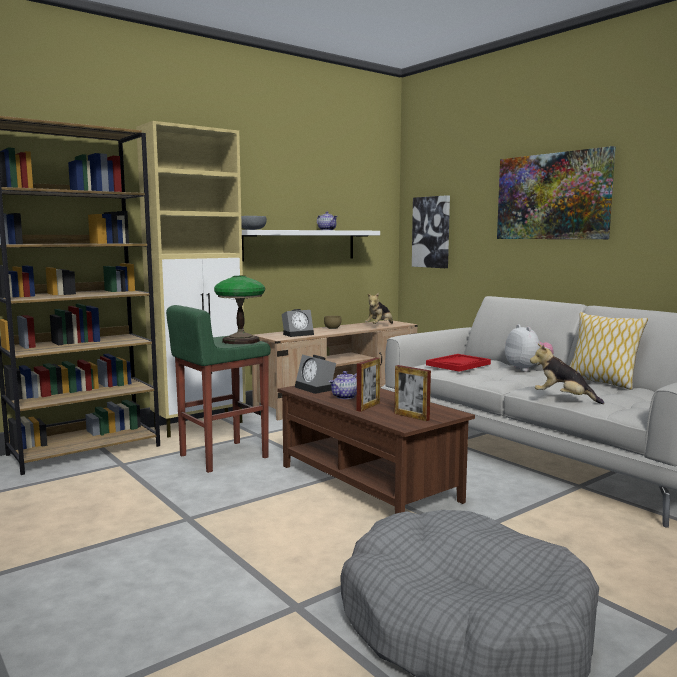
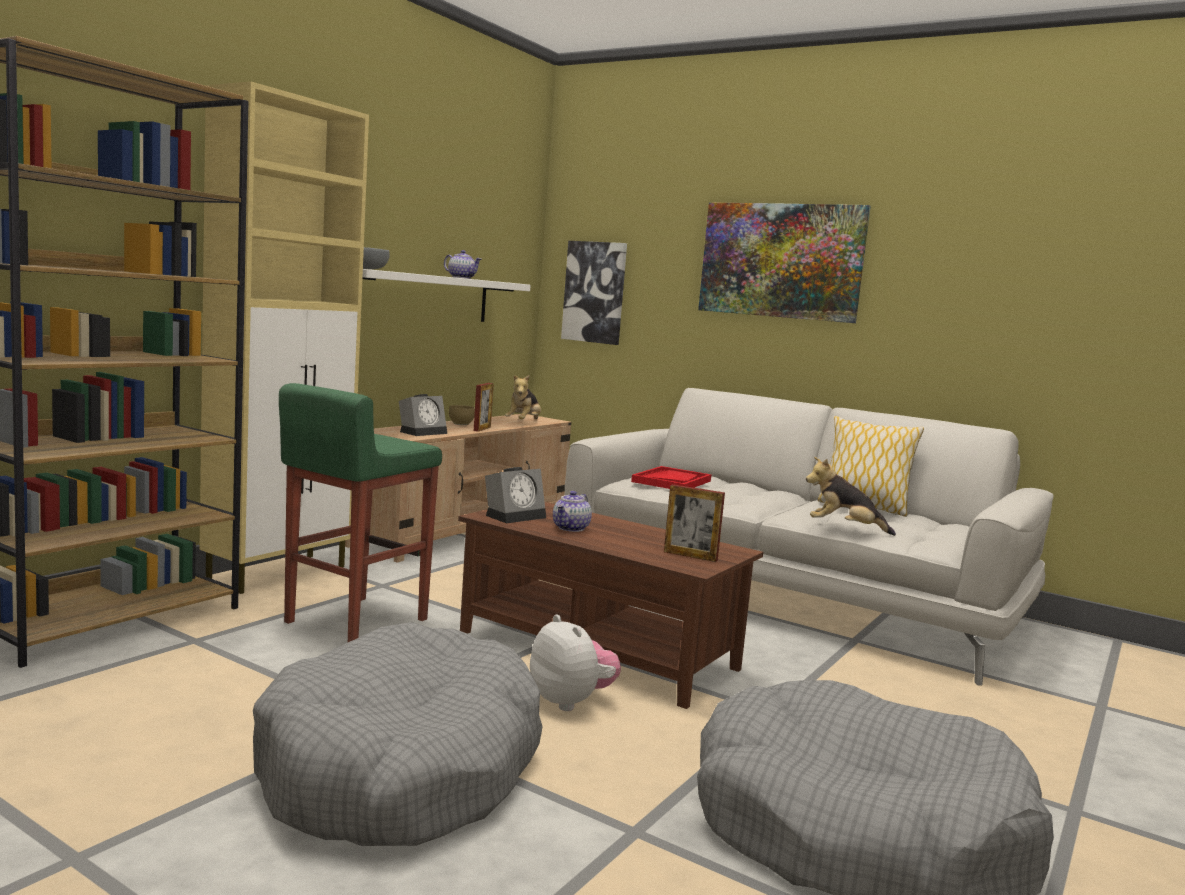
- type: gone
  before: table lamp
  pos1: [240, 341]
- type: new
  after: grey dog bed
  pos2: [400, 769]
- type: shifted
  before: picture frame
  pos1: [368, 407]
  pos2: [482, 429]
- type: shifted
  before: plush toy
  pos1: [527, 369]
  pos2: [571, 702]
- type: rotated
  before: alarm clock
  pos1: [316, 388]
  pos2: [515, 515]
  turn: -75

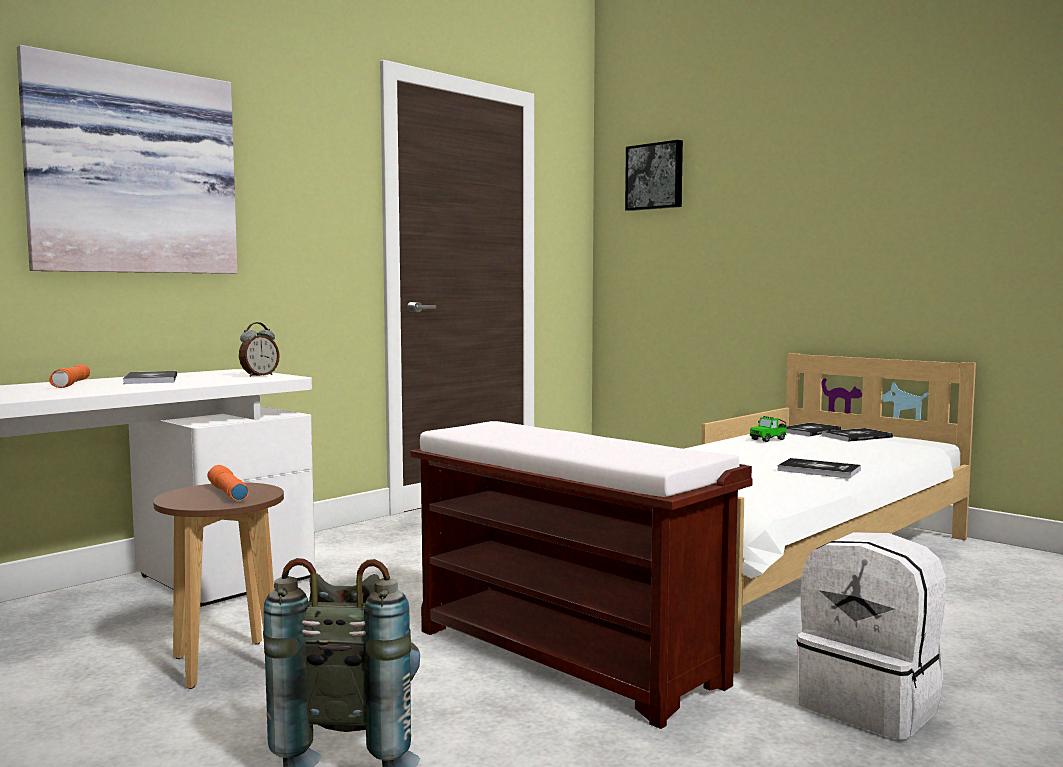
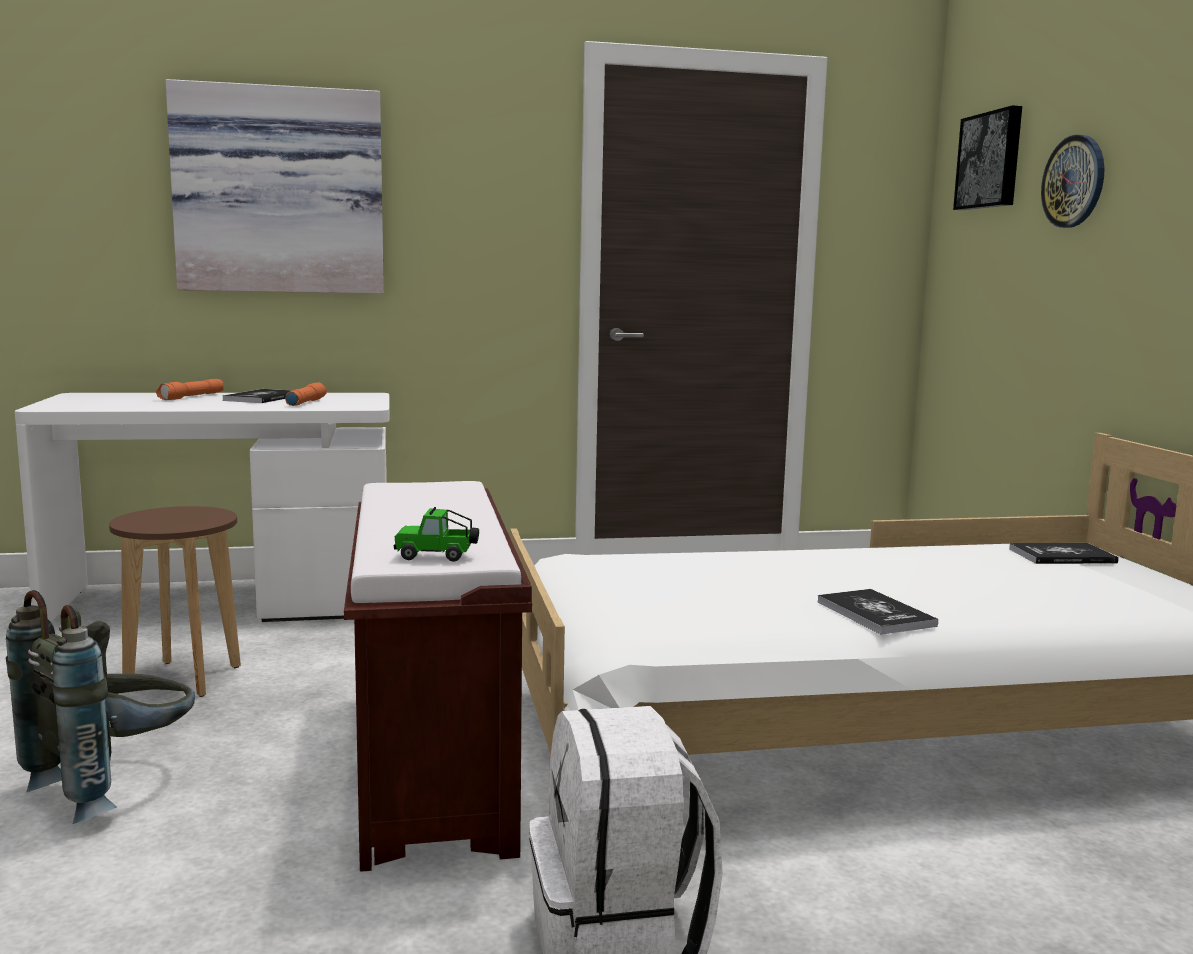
- type: gone
  before: alarm clock
  pos1: [259, 375]
- type: gone
  before: book
  pos1: [856, 436]
- type: new
  after: wall clock
  pos2: [1074, 181]
- type: shifted
  before: orange flashlight
  pos1: [227, 493]
  pos2: [305, 402]
- type: shifted
  before: toy car
  pos1: [769, 439]
  pos2: [438, 556]

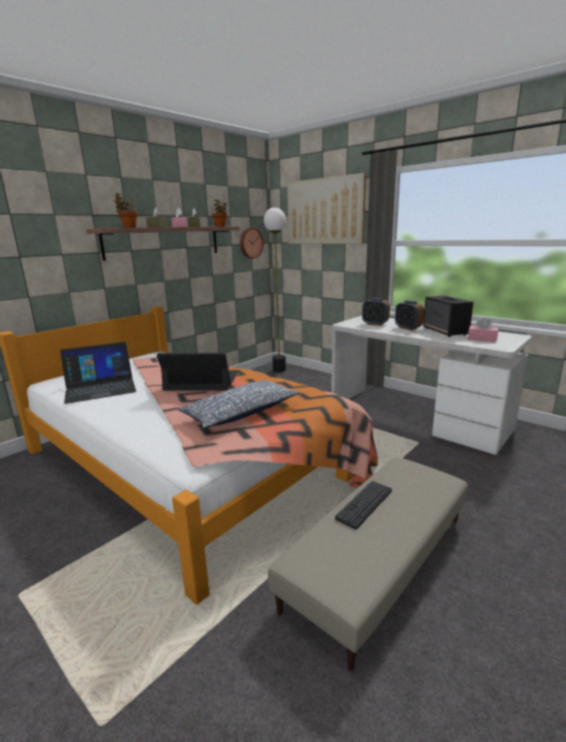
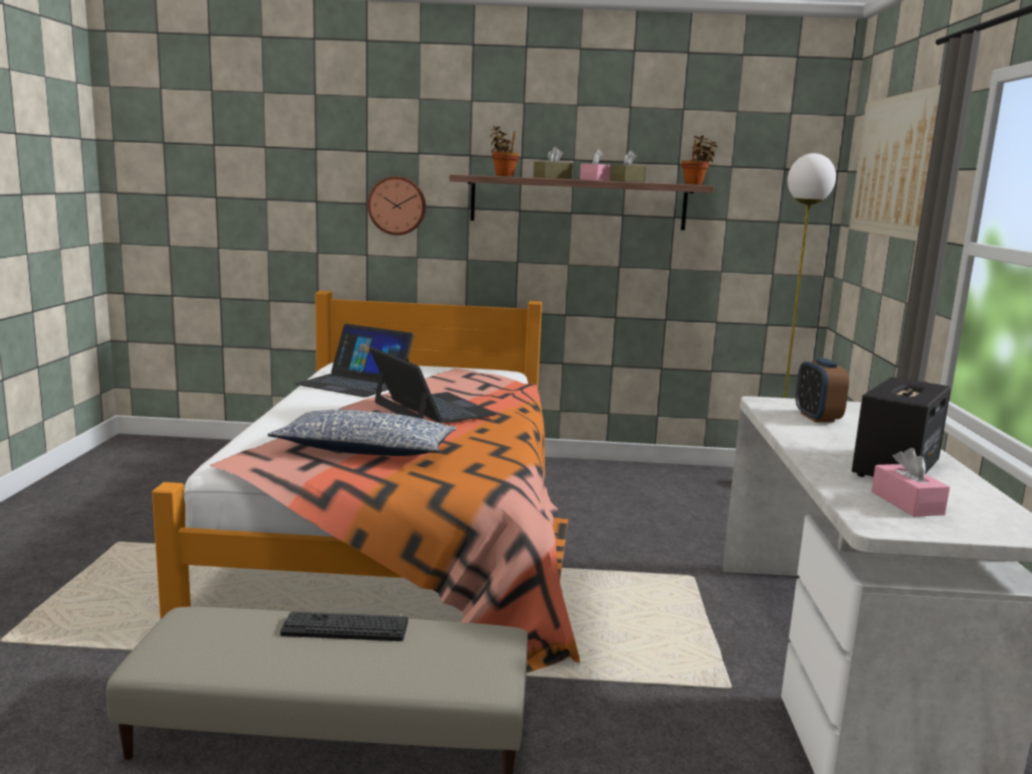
- type: gone
  before: alarm clock
  pos1: [408, 328]
- type: shifted
  before: wall clock
  pos1: [250, 243]
  pos2: [397, 205]

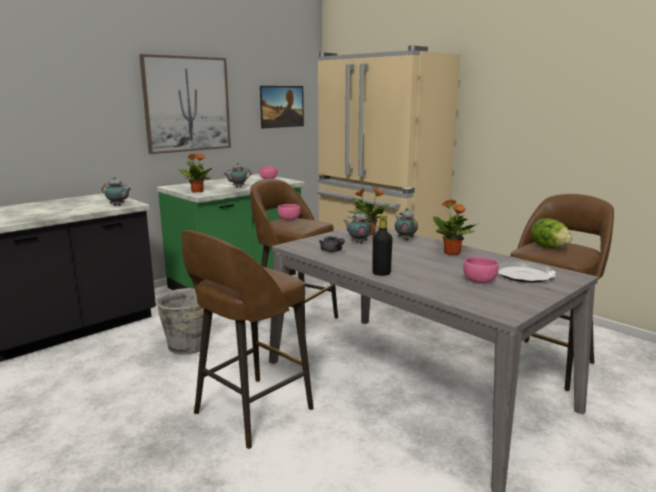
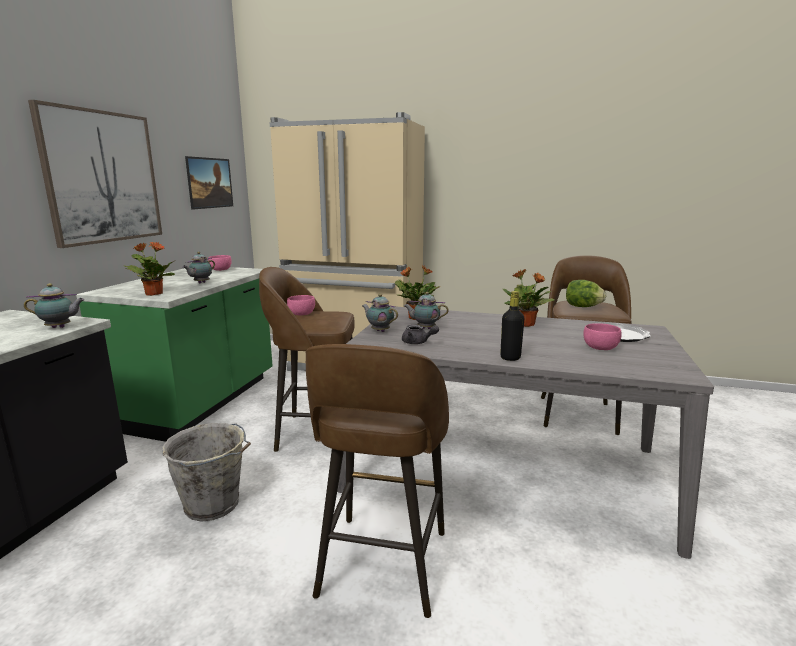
- type: shifted
  before: teapot
  pos1: [405, 239]
  pos2: [379, 331]

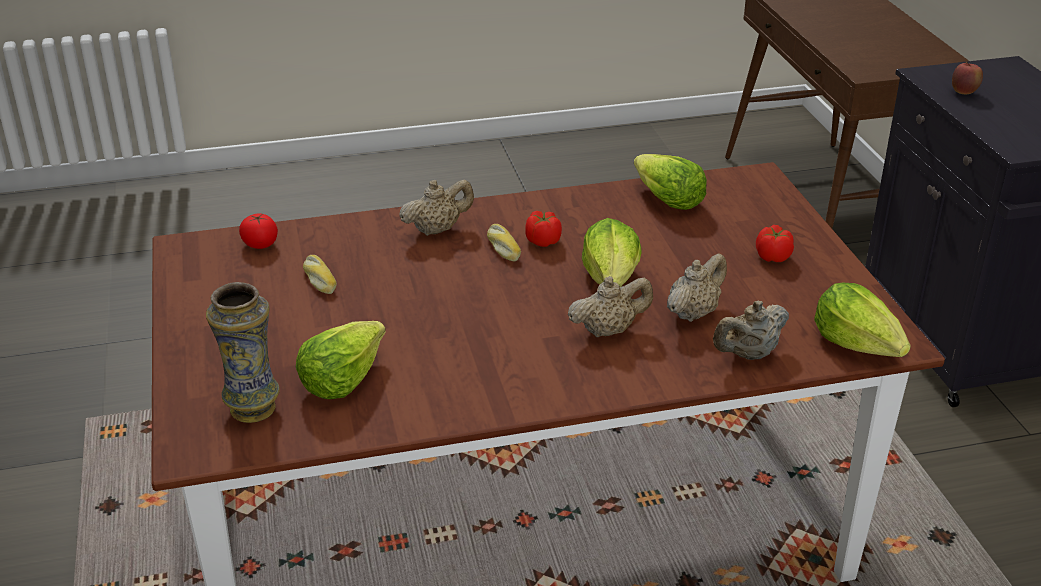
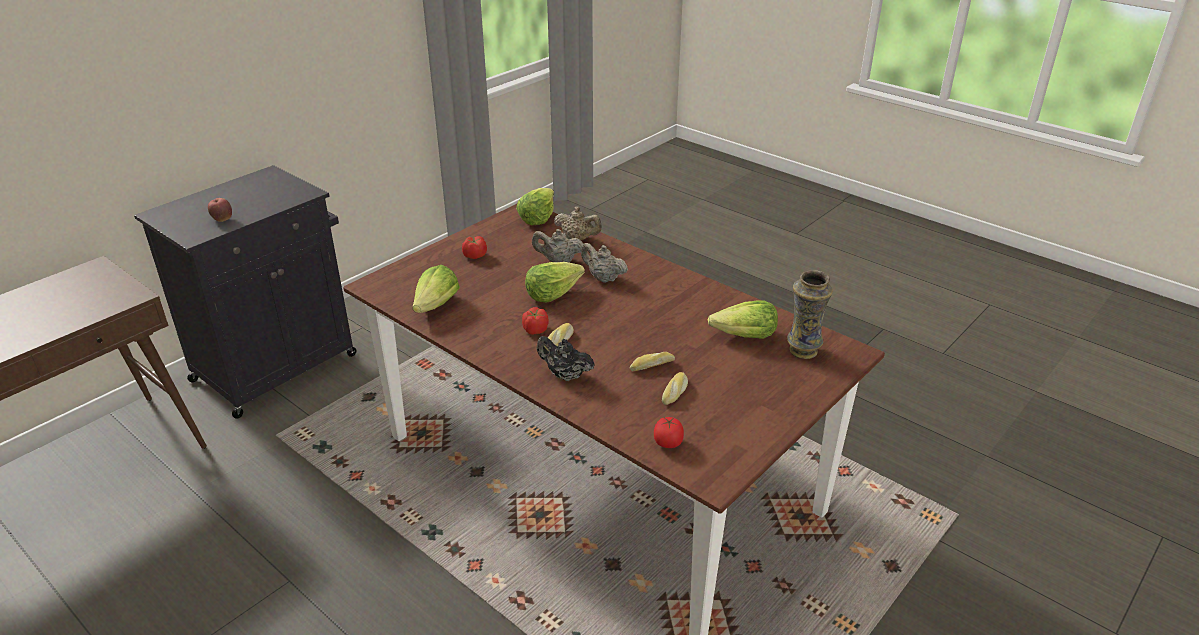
- type: new
  after: bread
  pos2: [651, 365]
- type: repainted
  before: beige teapot
  after: black teapot
  pos1: [437, 229]
  pos2: [565, 375]

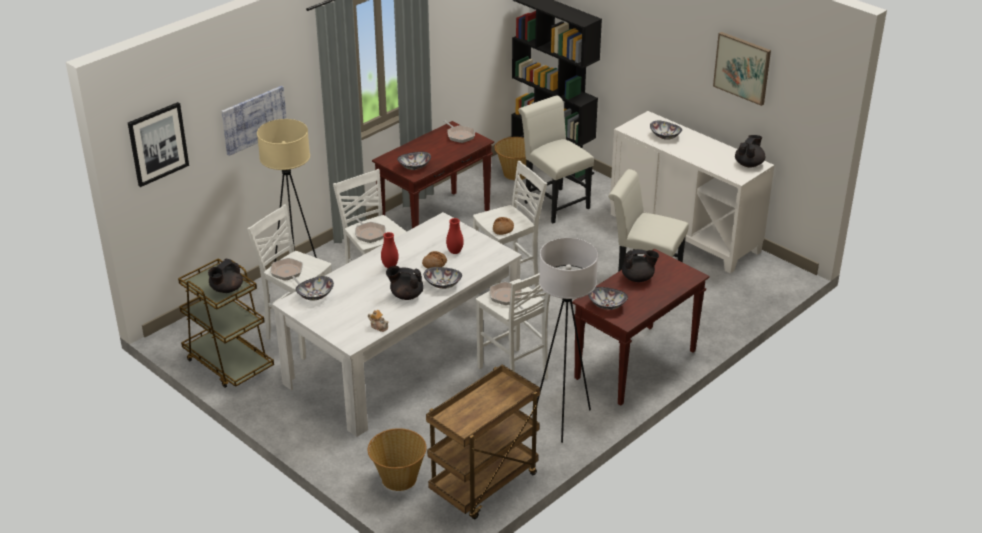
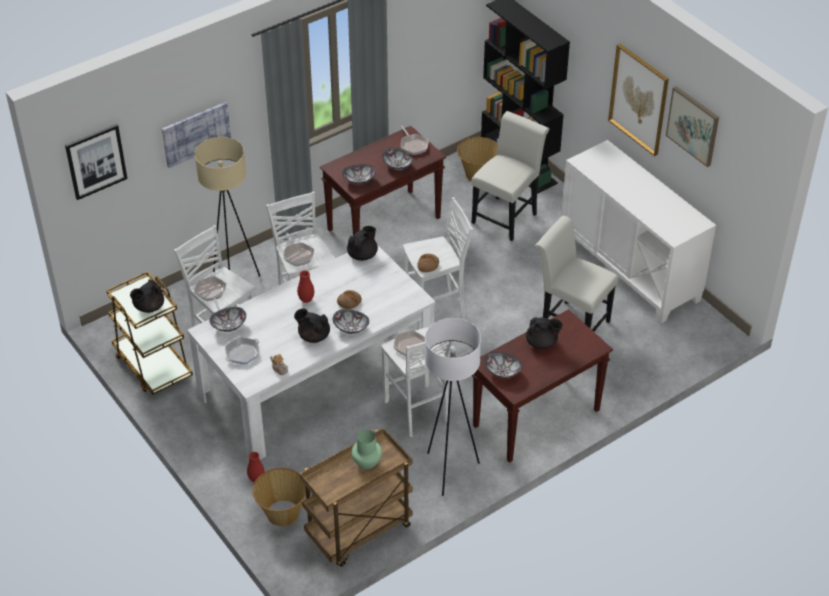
- type: new
  after: frying pan
  pos2: [242, 353]
- type: new
  after: green vase
  pos2: [367, 462]
- type: new
  after: picture
  pos2: [639, 99]
- type: shifted
  before: red vase
  pos1: [455, 252]
  pos2: [256, 479]
- type: shifted
  before: bowl
  pos1: [665, 136]
  pos2: [398, 165]
- type: shifted
  before: black teapot
  pos1: [749, 164]
  pos2: [363, 255]
- type: rotated
  before: white chair
  pos1: [553, 203]
  pos2: [507, 216]
  turn: 60

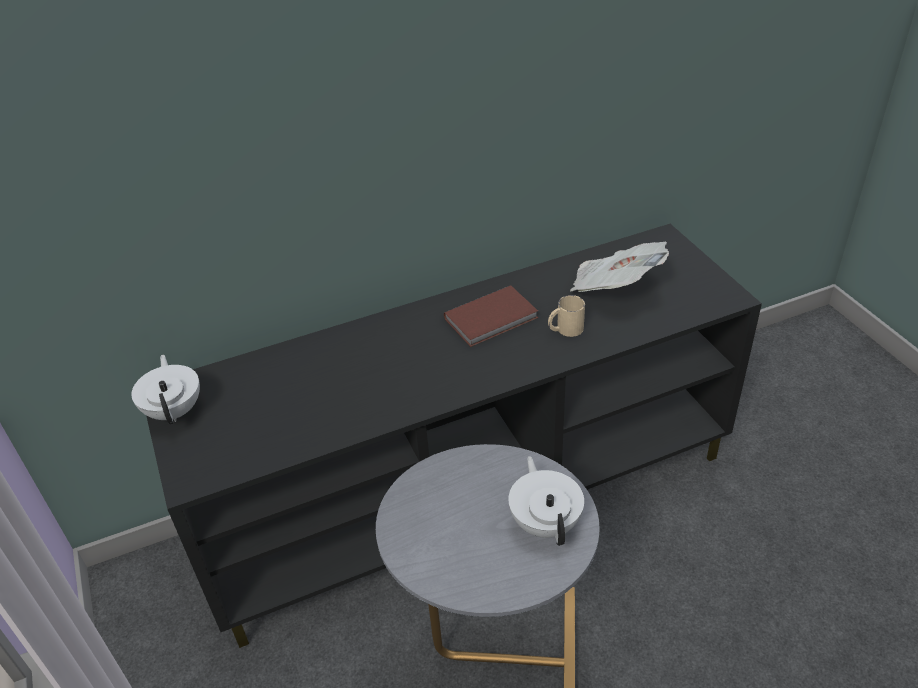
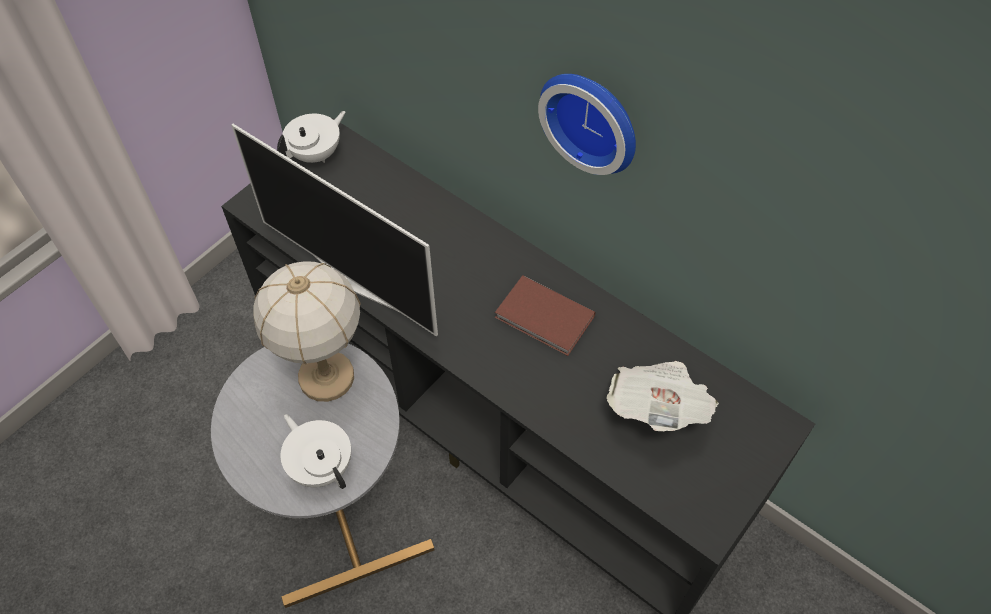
- type: gone
  before: beige mug
  pos1: [565, 329]
- type: new
  after: television
  pos2: [356, 281]
- type: new
  after: table lamp
  pos2: [327, 377]
- type: new
  after: wall clock
  pos2: [593, 119]
- type: rotated
  before: white teapot
  pos1: [546, 522]
  pos2: [321, 465]
  turn: -90

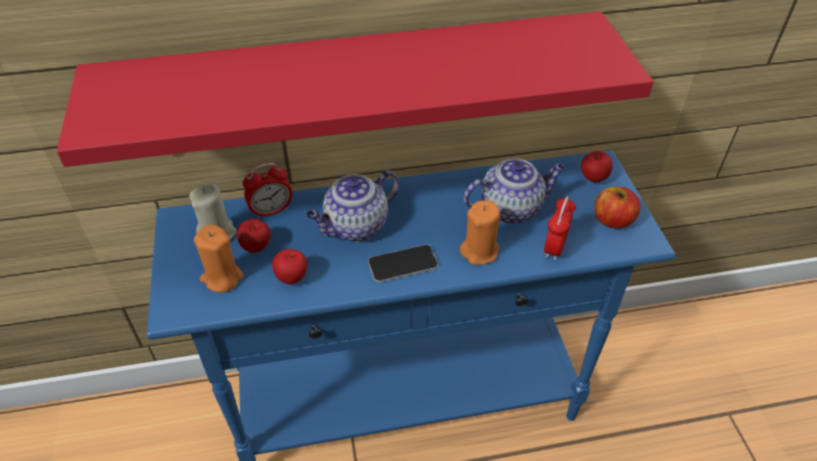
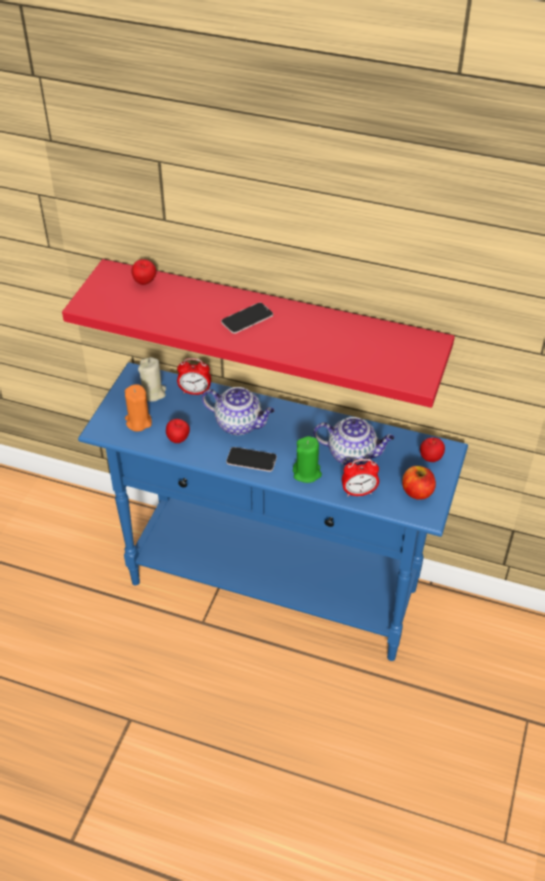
- type: new
  after: phone
  pos2: [247, 319]
- type: shifted
  before: apple
  pos1: [257, 248]
  pos2: [145, 283]
- type: repainted
  before: orange candle
  after: green candle
  pos1: [479, 251]
  pos2: [307, 473]
- type: rotated
  before: teapot
  pos1: [355, 227]
  pos2: [239, 424]
  turn: -150
- type: rotated
  before: alarm clock
  pos1: [554, 248]
  pos2: [359, 492]
  turn: -150

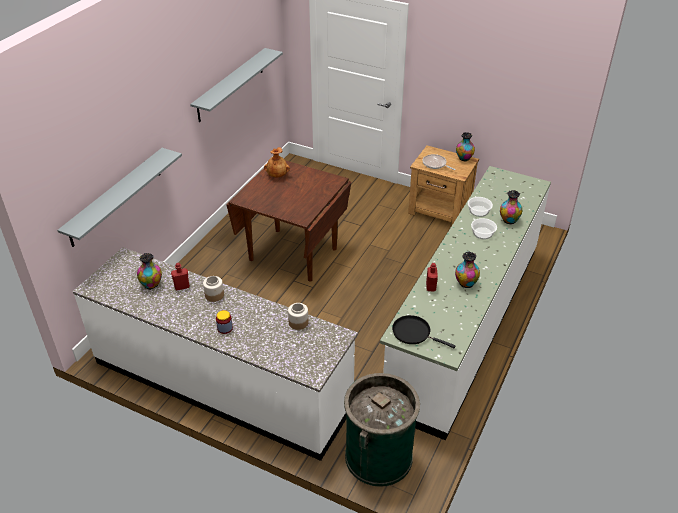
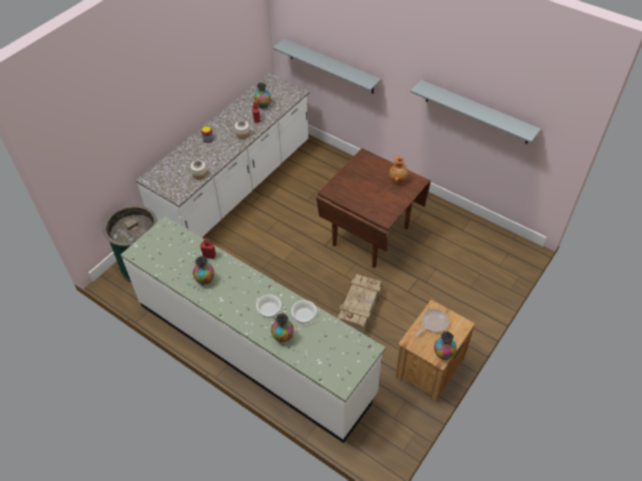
- type: gone
  before: black frying pan
  pos1: [414, 333]
- type: new
  after: crate
  pos2: [359, 308]

